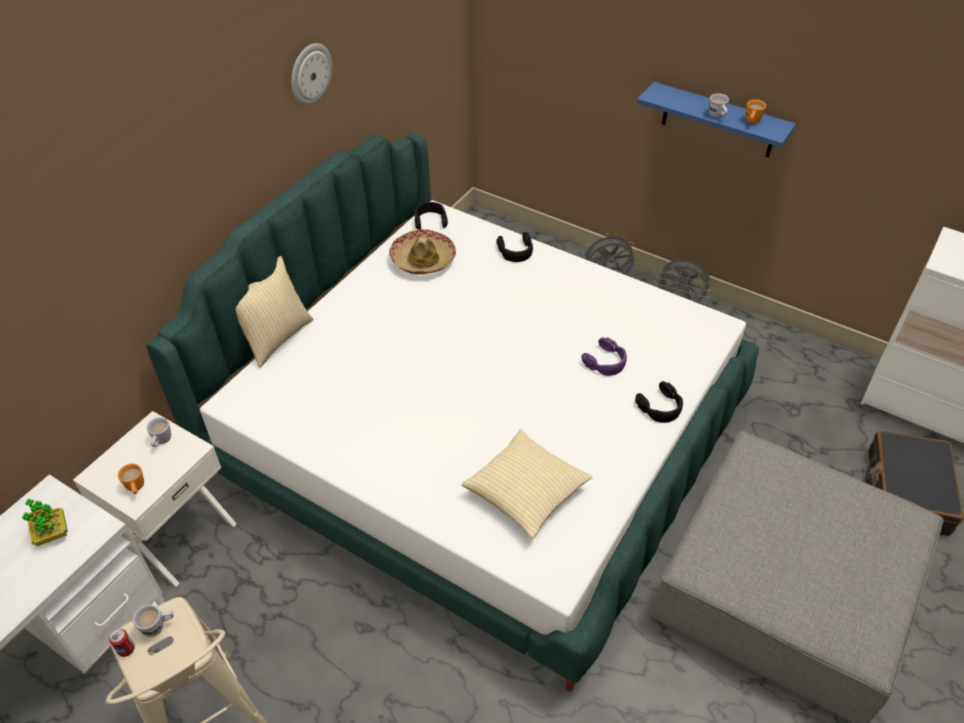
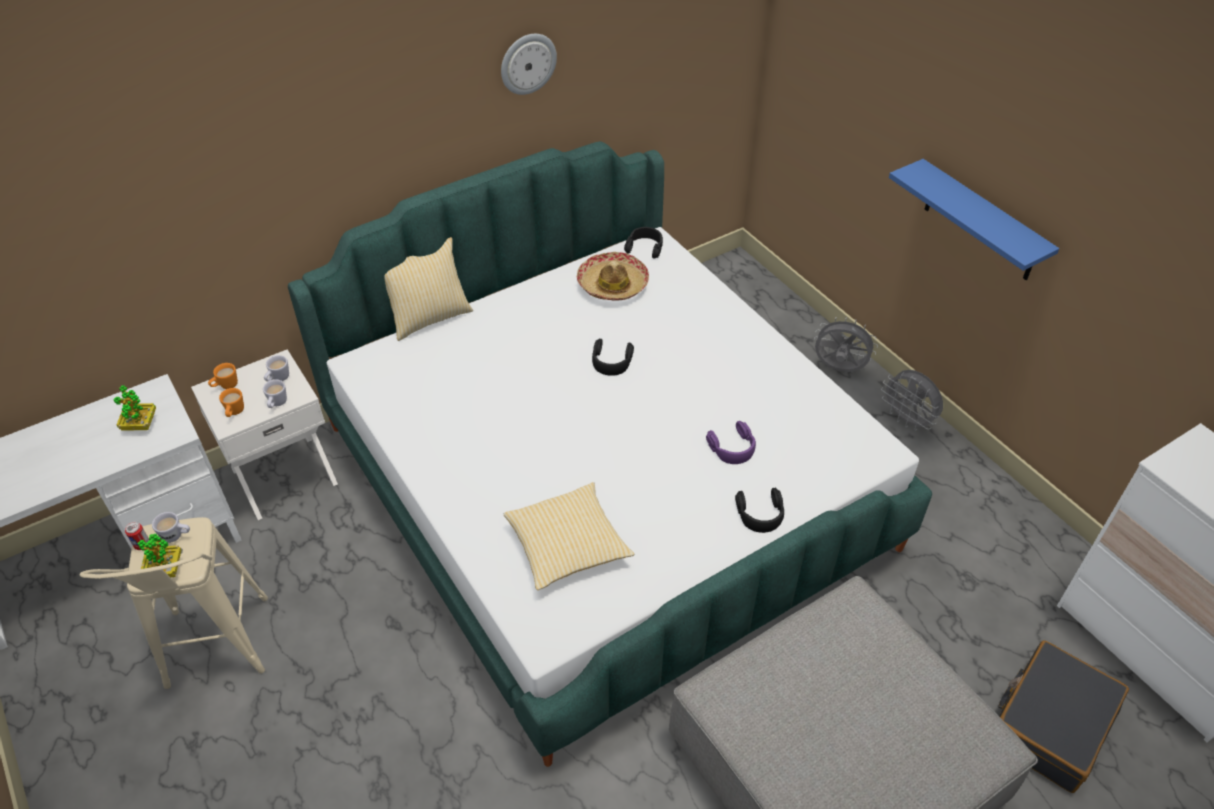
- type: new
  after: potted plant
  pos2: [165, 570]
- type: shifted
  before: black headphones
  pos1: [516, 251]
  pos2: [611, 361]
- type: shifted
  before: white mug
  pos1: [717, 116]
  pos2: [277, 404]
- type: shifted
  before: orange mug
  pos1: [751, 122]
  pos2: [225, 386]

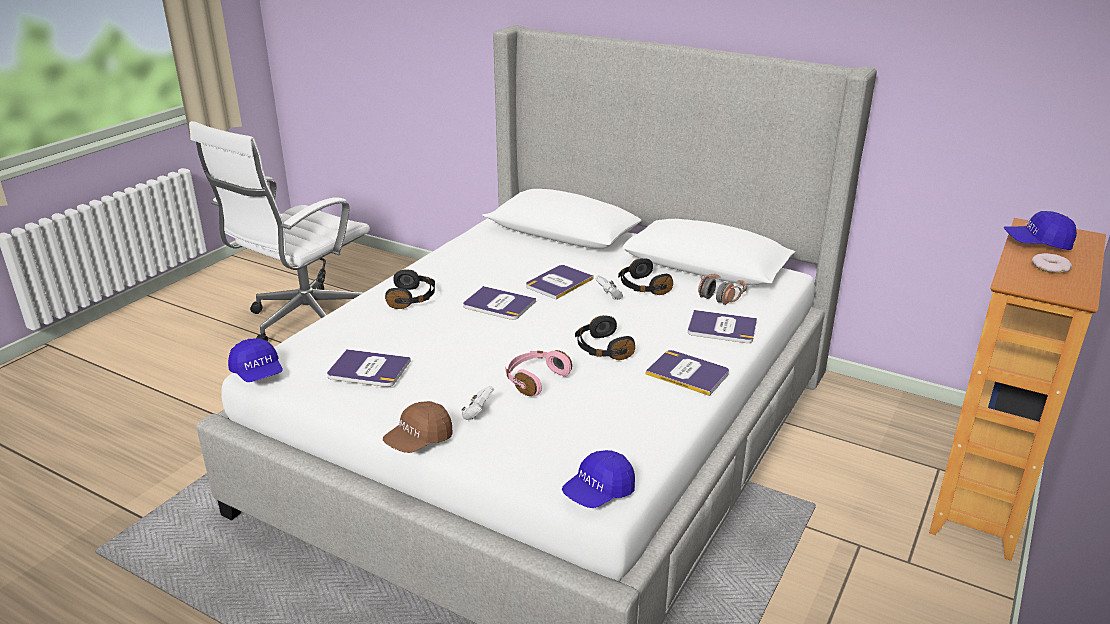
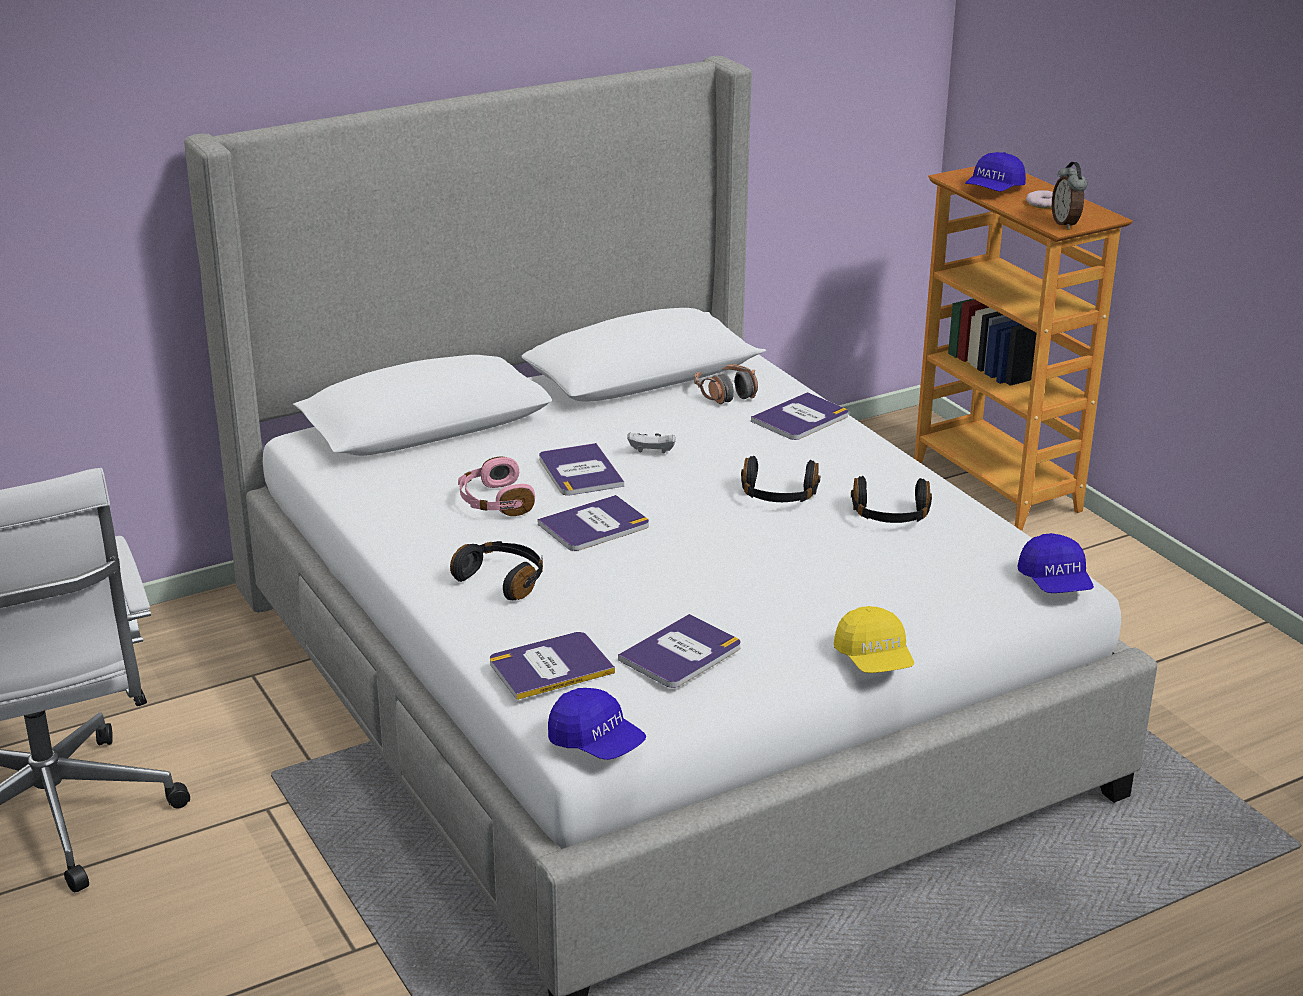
- type: gone
  before: white game controller
  pos1: [477, 413]
- type: new
  after: alarm clock
  pos2: [1066, 224]
- type: shifted
  before: pink headphones
  pos1: [535, 379]
  pos2: [494, 502]
- type: shifted
  before: black headphones
  pos1: [642, 287]
  pos2: [890, 516]
- type: shifted
  before: book
  pos1: [688, 373]
  pos2: [550, 667]
- type: repainted
  before: brown cap
  after: yellow cap
  pos1: [419, 440]
  pos2: [874, 660]
- type: rotated
  before: blue cap
  pos1: [258, 373]
  pos2: [596, 743]
  turn: 45

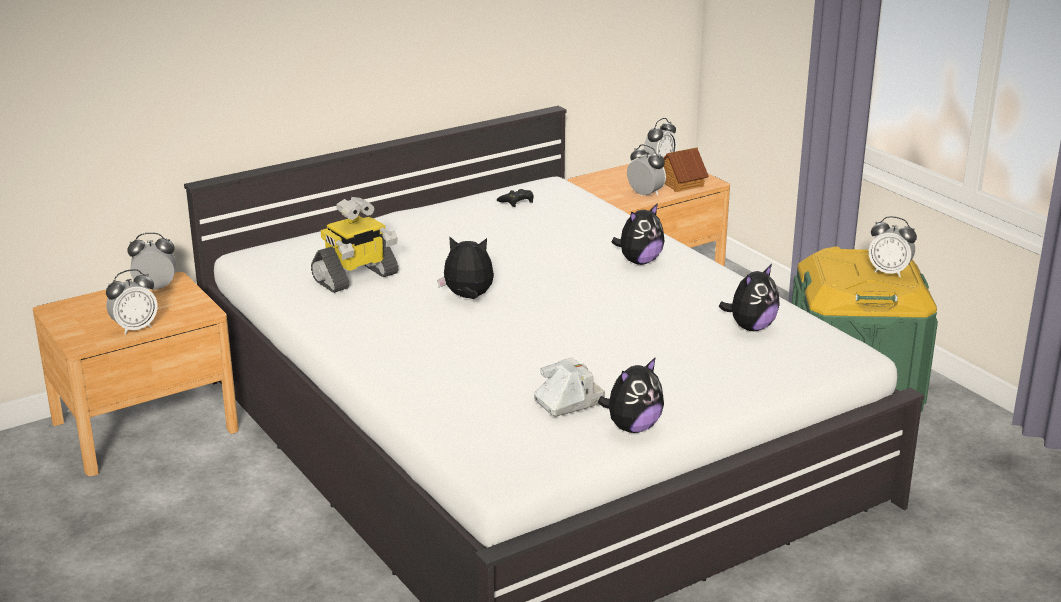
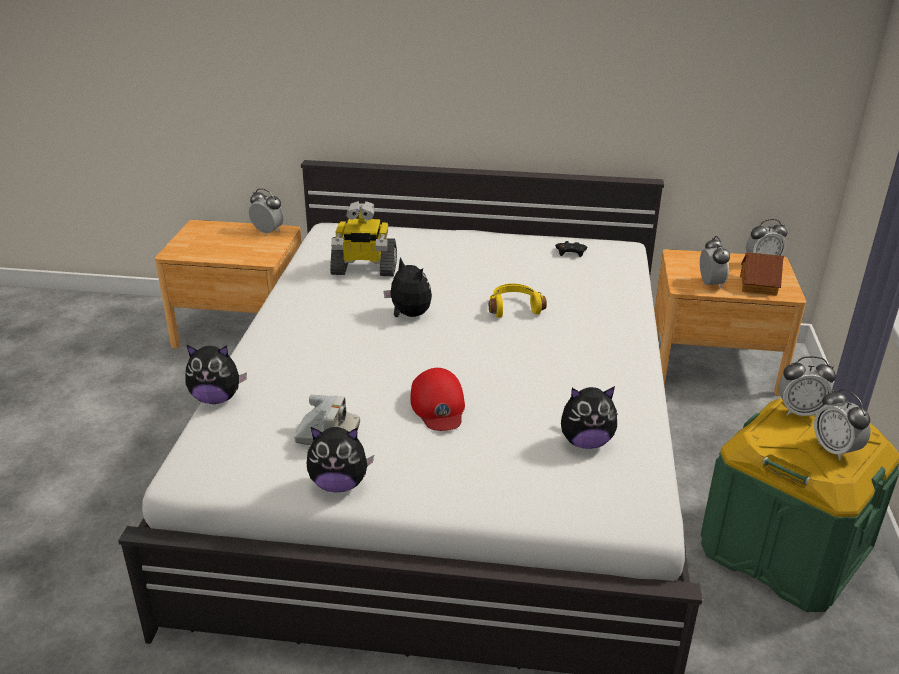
- type: new
  after: red cap
  pos2: [438, 406]
- type: new
  after: yellow headphones
  pos2: [514, 307]
- type: shifted
  before: alarm clock
  pos1: [135, 328]
  pos2: [799, 411]
- type: shifted
  before: plush toy
  pos1: [639, 261]
  pos2: [216, 398]

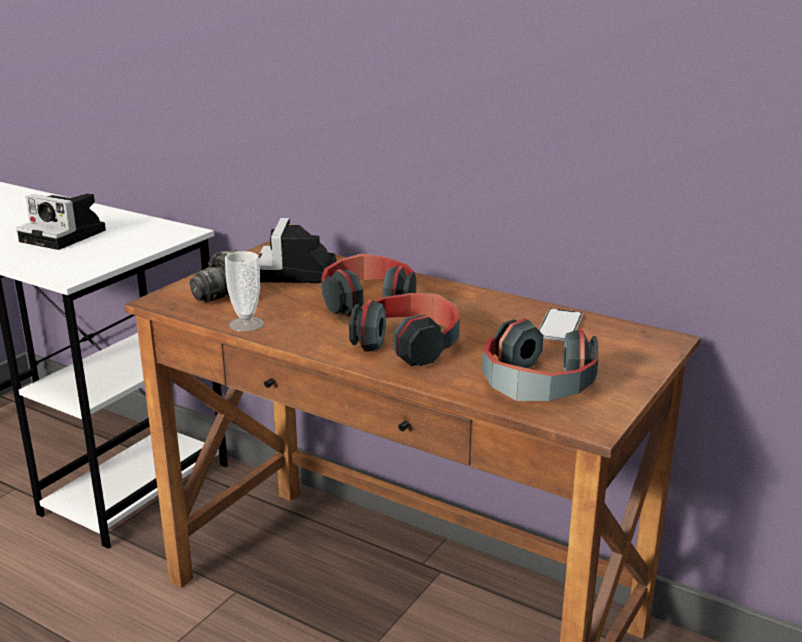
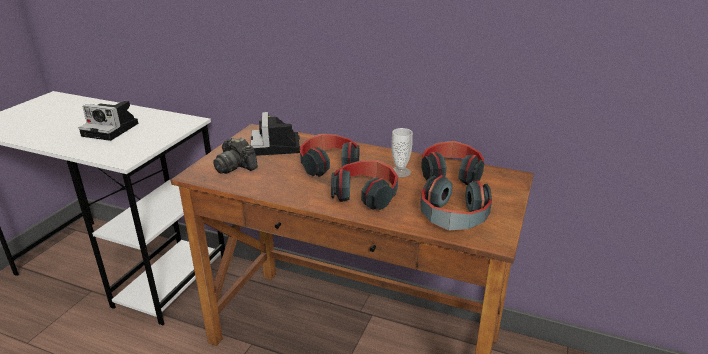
- type: shifted
  before: cup
  pos1: [246, 324]
  pos2: [400, 172]
- type: swapped
  before: phone
  after: headphones
  pos1: [559, 327]
  pos2: [451, 173]

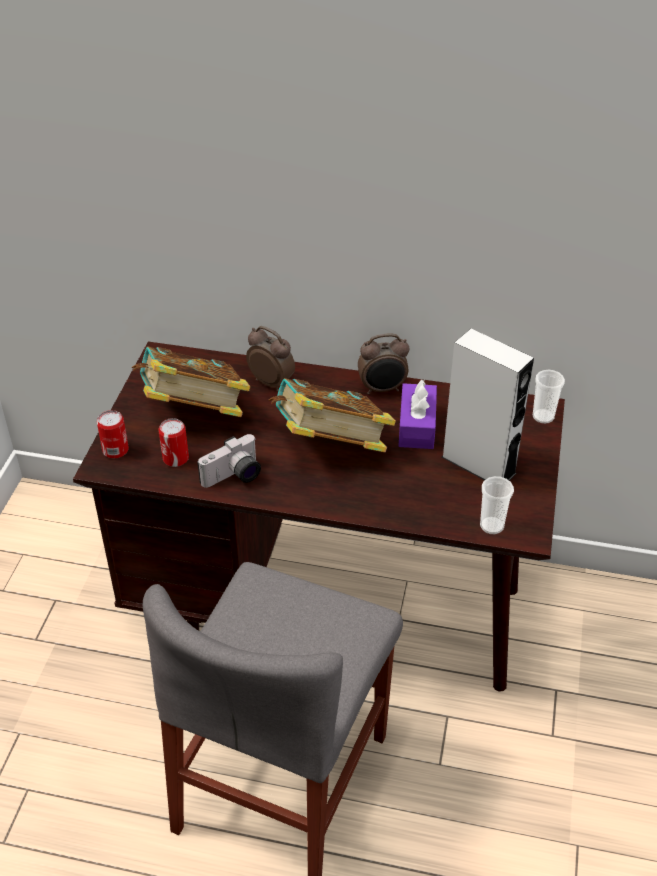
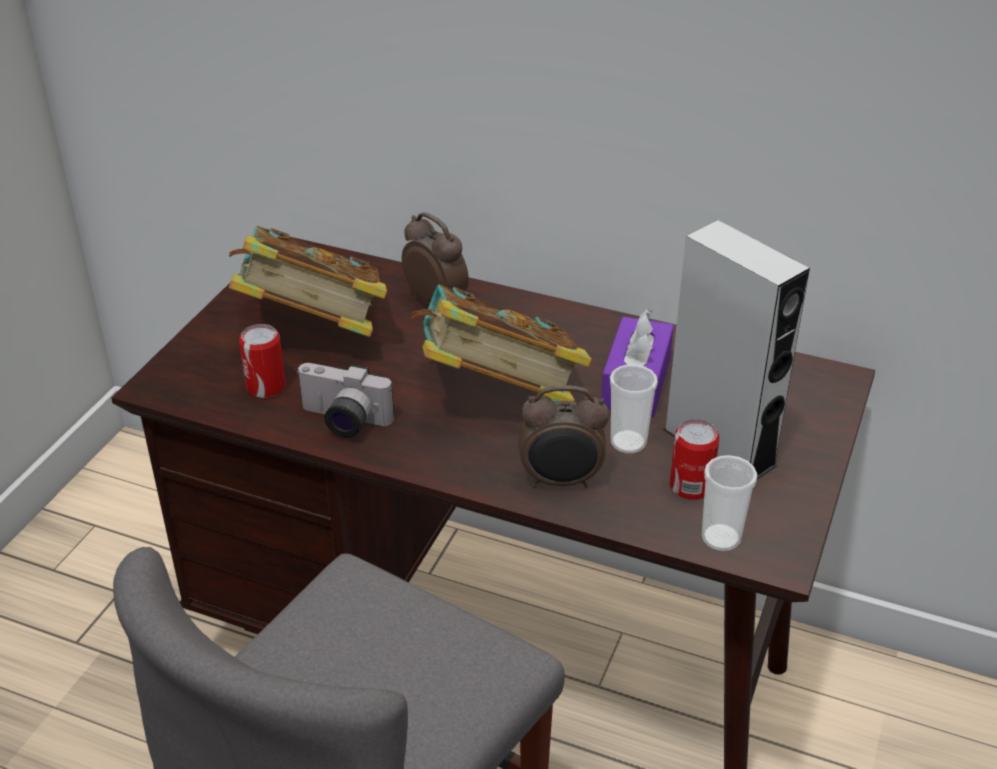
- type: shifted
  before: can
  pos1: [115, 450]
  pos2: [690, 486]
- type: shifted
  before: alarm clock
  pos1: [382, 389]
  pos2: [561, 481]
- type: shifted
  before: cup
  pos1: [543, 416]
  pos2: [628, 442]
- type: rotated
  before: photo camera
  pos1: [234, 477]
  pos2: [342, 421]
  turn: 45

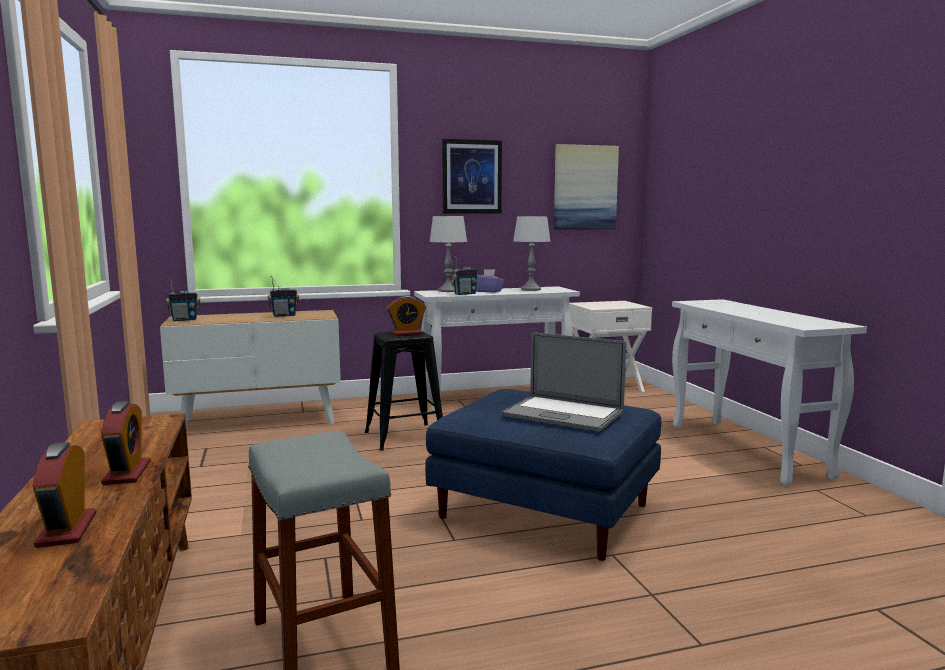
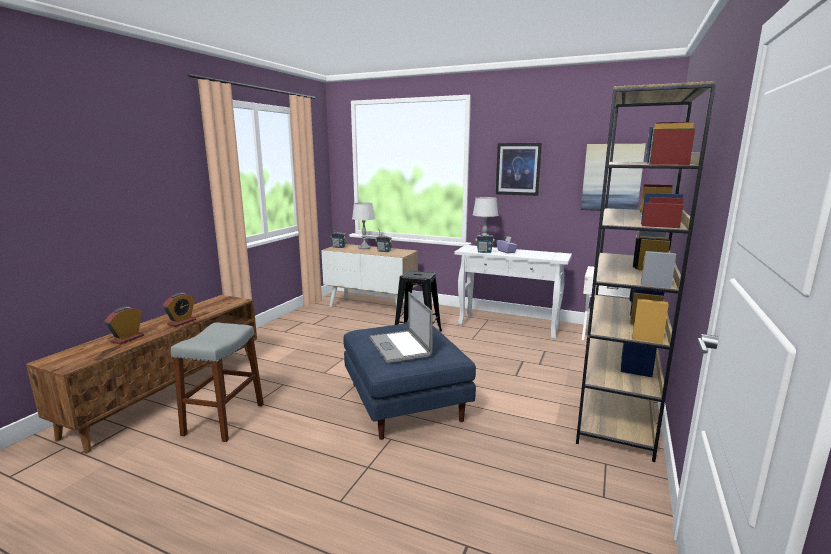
- type: gone
  before: alarm clock
  pos1: [406, 333]
- type: shifted
  before: grey table lamp
  pos1: [530, 289]
  pos2: [364, 248]
- type: swapped
  before: white console table
  after: brown bookcase
  pos1: [748, 450]
  pos2: [616, 416]

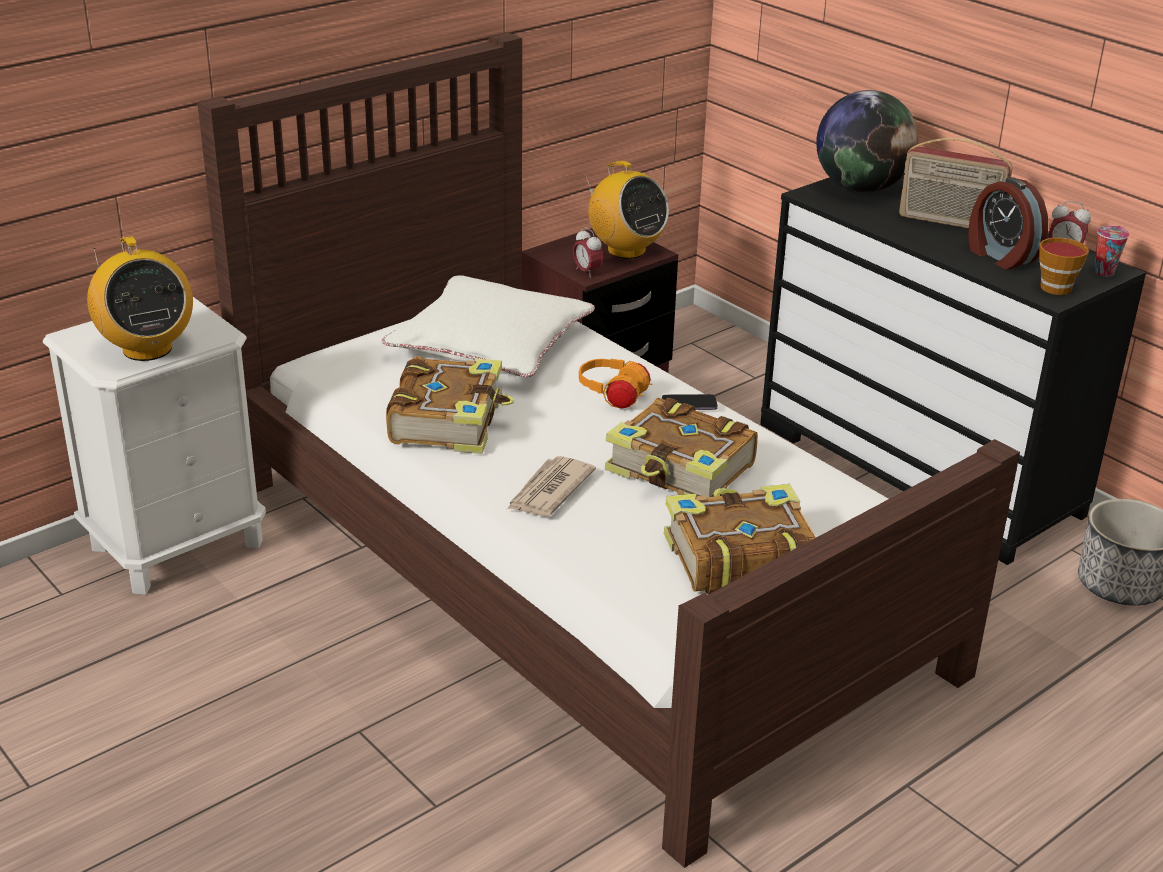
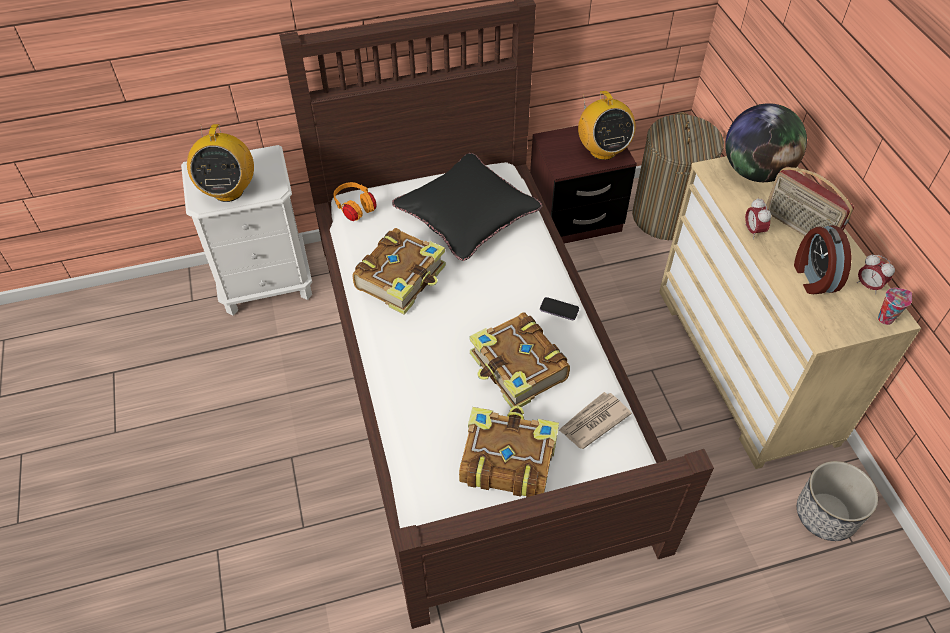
- type: gone
  before: cup
  pos1: [1058, 286]
- type: new
  after: laundry basket
  pos2: [666, 216]
- type: shifted
  before: newspaper
  pos1: [549, 491]
  pos2: [593, 421]
- type: shifted
  before: alarm clock
  pos1: [587, 272]
  pos2: [753, 231]
- type: shifted
  before: orange headphones
  pos1: [613, 397]
  pos2: [355, 209]
- type: repainted
  before: white pillow
  after: black pillow
  pos1: [491, 342]
  pos2: [467, 214]
- type: repainted
  before: black dresser
  after: beige dresser
  pos1: [919, 468]
  pos2: [745, 364]

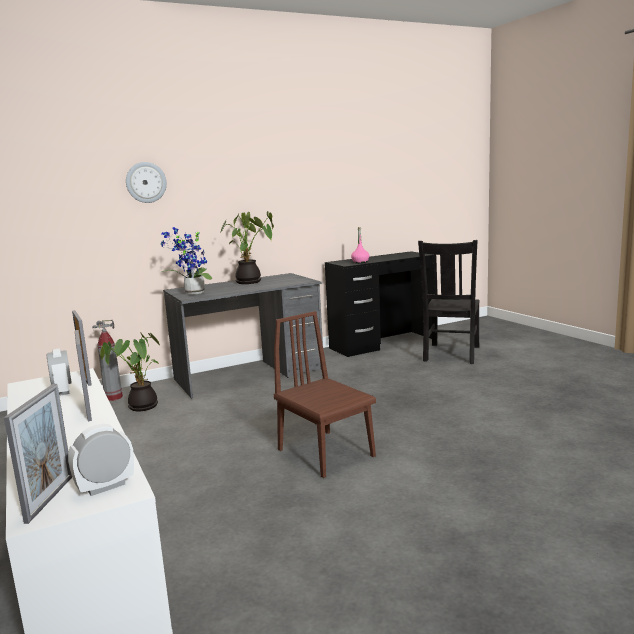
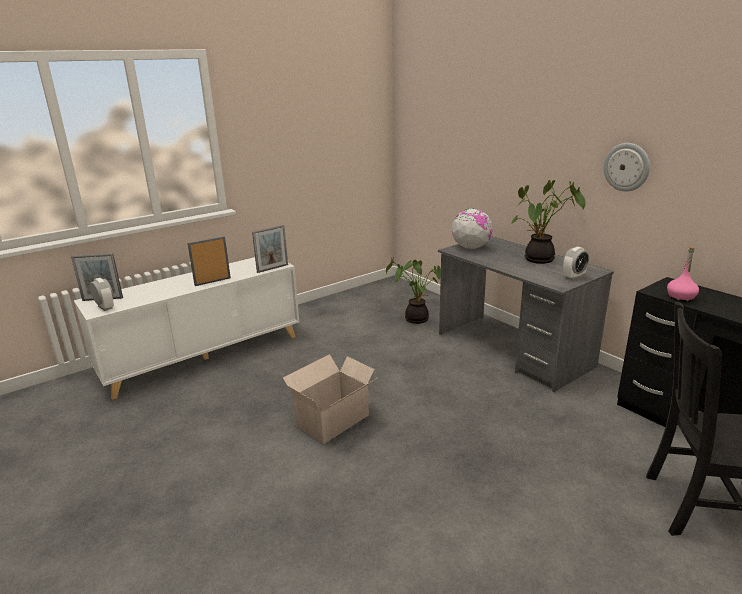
- type: gone
  before: fire extinguisher
  pos1: [113, 397]
- type: shifted
  before: alarm clock
  pos1: [62, 391]
  pos2: [573, 277]
- type: shifted
  before: wall clock
  pos1: [146, 182]
  pos2: [627, 167]
- type: swapped
  before: potted plant
  after: globe
  pos1: [192, 293]
  pos2: [470, 247]
- type: swapped
  before: brown chair
  after: cardboard box
  pos1: [326, 453]
  pos2: [334, 420]

